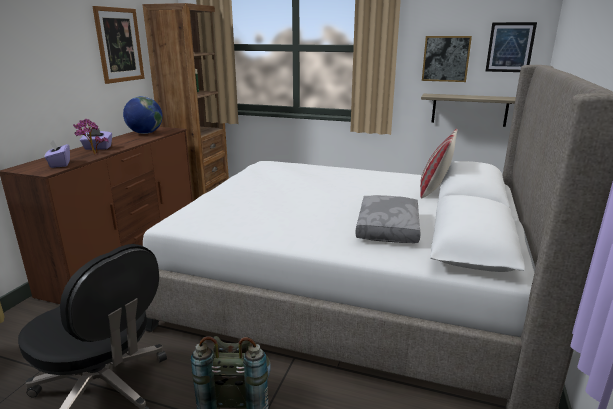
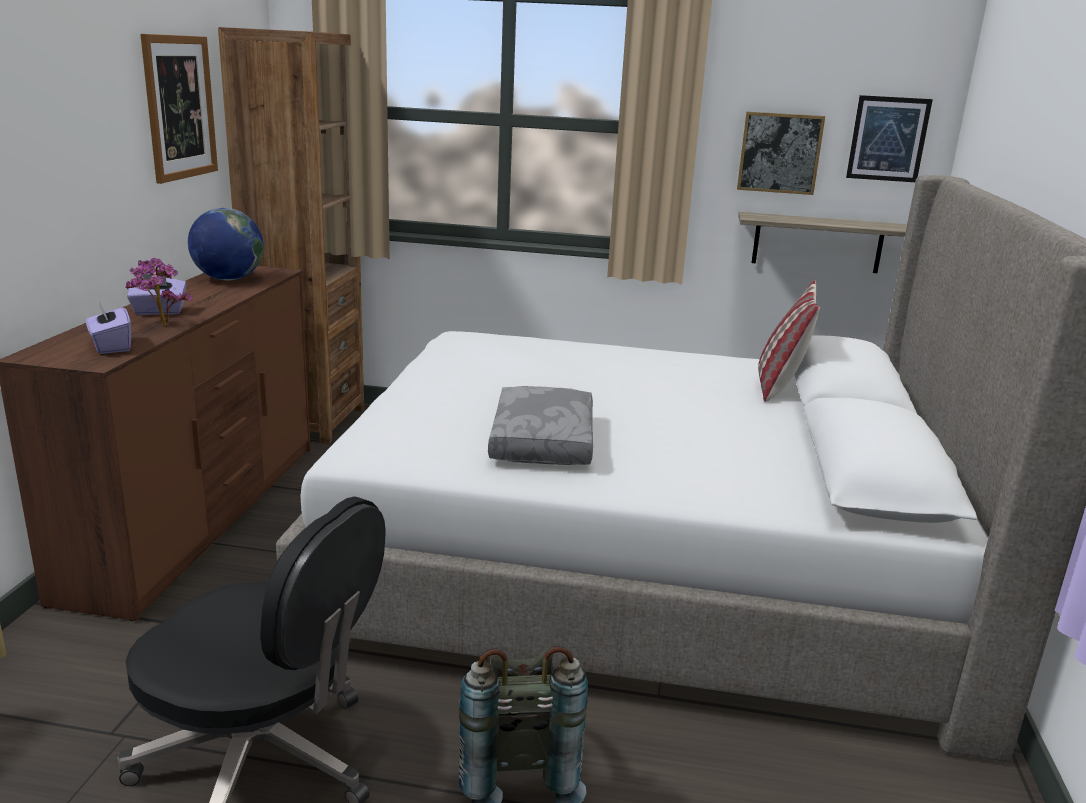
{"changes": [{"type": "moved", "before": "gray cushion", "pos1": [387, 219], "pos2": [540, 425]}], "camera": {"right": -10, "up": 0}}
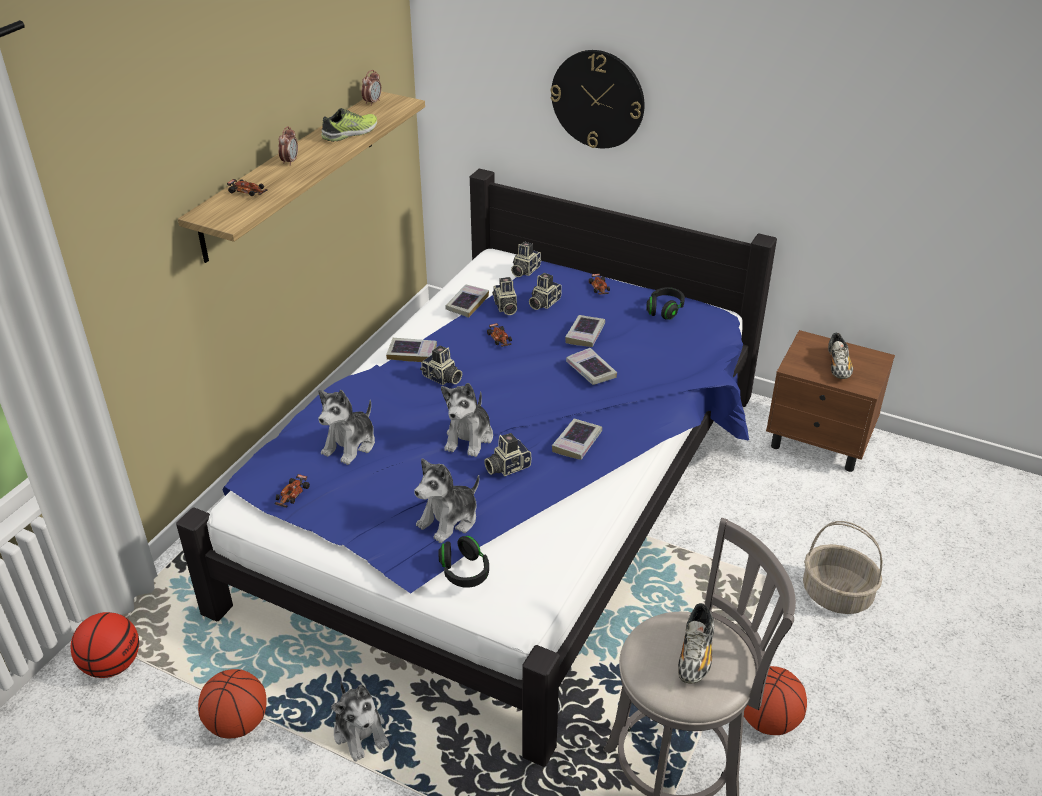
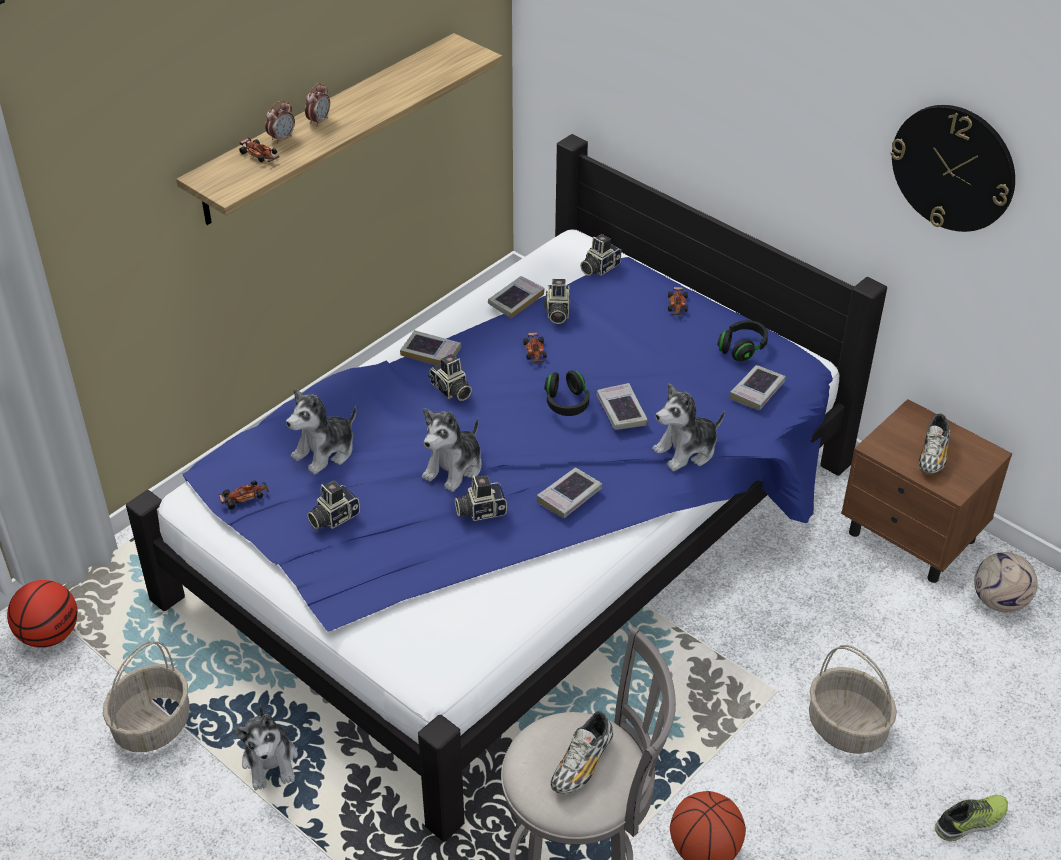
{"changes": [{"type": "added", "after": "football ball", "pos2": [1006, 582]}, {"type": "moved", "before": "item of footwear", "pos1": [349, 125], "pos2": [971, 818]}, {"type": "moved", "before": "alarm clock", "pos1": [371, 88], "pos2": [280, 122]}, {"type": "moved", "before": "soft toy", "pos1": [446, 500], "pos2": [688, 427]}, {"type": "moved", "before": "blackish headphones", "pos1": [464, 562], "pos2": [567, 393]}, {"type": "moved", "before": "still camera", "pos1": [545, 291], "pos2": [333, 505]}, {"type": "moved", "before": "clock on the wall", "pos1": [597, 99], "pos2": [953, 168]}, {"type": "moved", "before": "book", "pos1": [585, 331], "pos2": [758, 387]}, {"type": "replaced", "before": "basketball", "after": "household basket", "pos1": [232, 703], "pos2": [146, 696]}, {"type": "turned", "before": "model car", "pos1": [292, 491], "pos2": [244, 494], "turn": -150}], "camera": {"right": 15, "up": 5}}
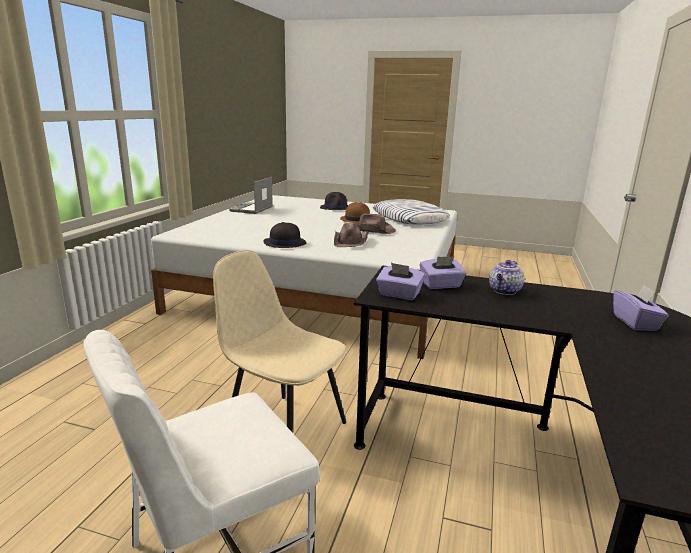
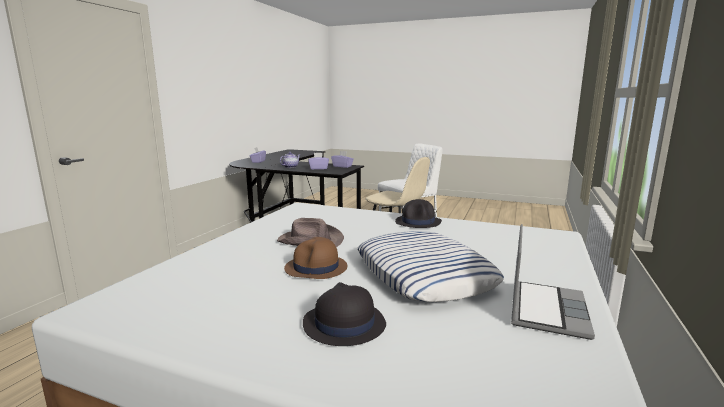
{"changes": [{"type": "removed", "before": "brown hat", "pos1": [351, 235]}, {"type": "moved", "before": "cushion", "pos1": [411, 212], "pos2": [431, 266]}], "camera": {"right": -175, "up": -5}}
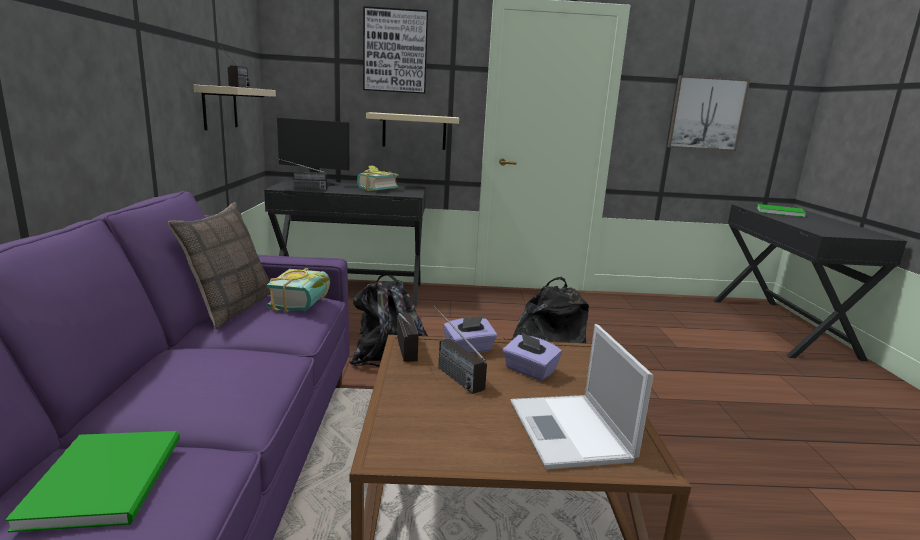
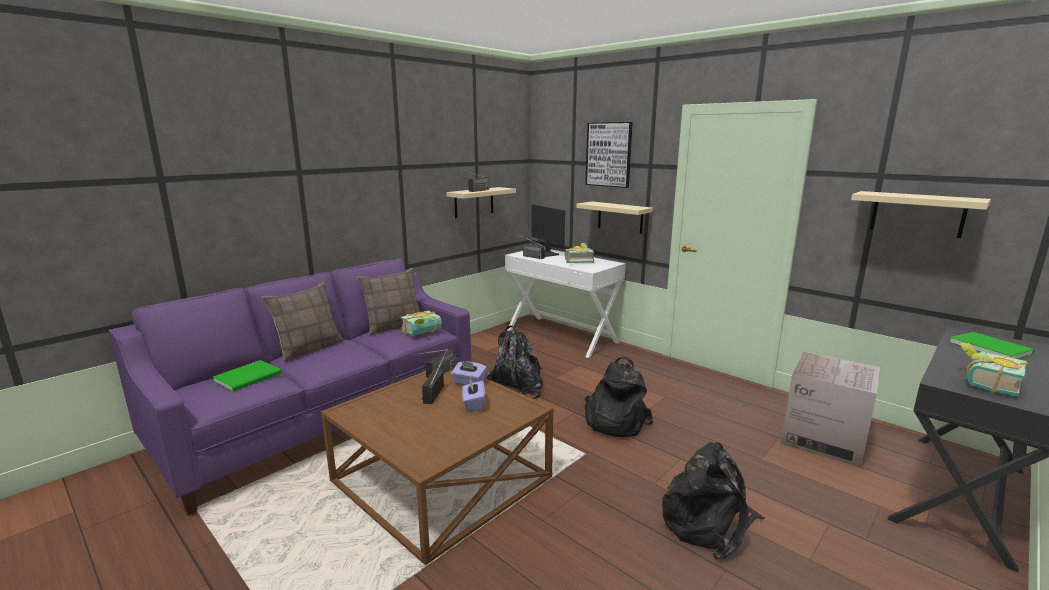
{"changes": [{"type": "removed", "before": "notebook computer", "pos1": [582, 396]}, {"type": "added", "after": "cushion", "pos2": [303, 322]}, {"type": "added", "after": "blackish rucksack", "pos2": [713, 501]}, {"type": "added", "after": "packing box", "pos2": [830, 409]}, {"type": "added", "after": "book", "pos2": [994, 369]}, {"type": "replaced", "before": "wall picture", "after": "beige-coloured shelf", "pos1": [708, 113], "pos2": [921, 214]}, {"type": "recoloured", "before": "blackish desk unit", "after": "white desk unit", "pos1": [345, 243], "pos2": [565, 304]}], "camera": {"right": 45, "up": 0}}
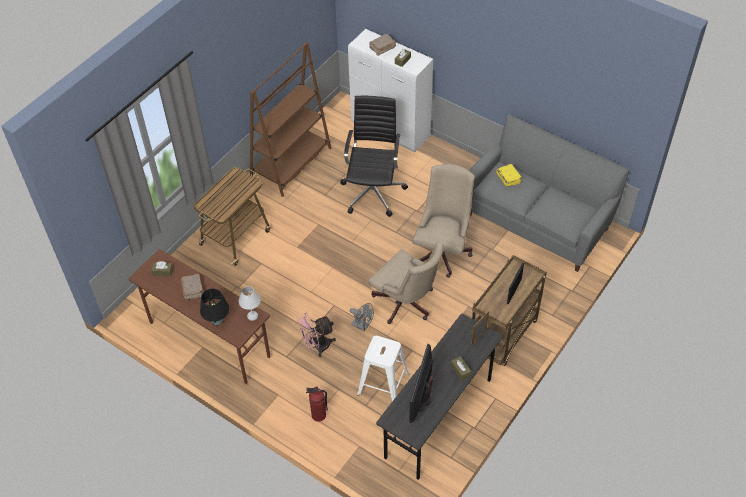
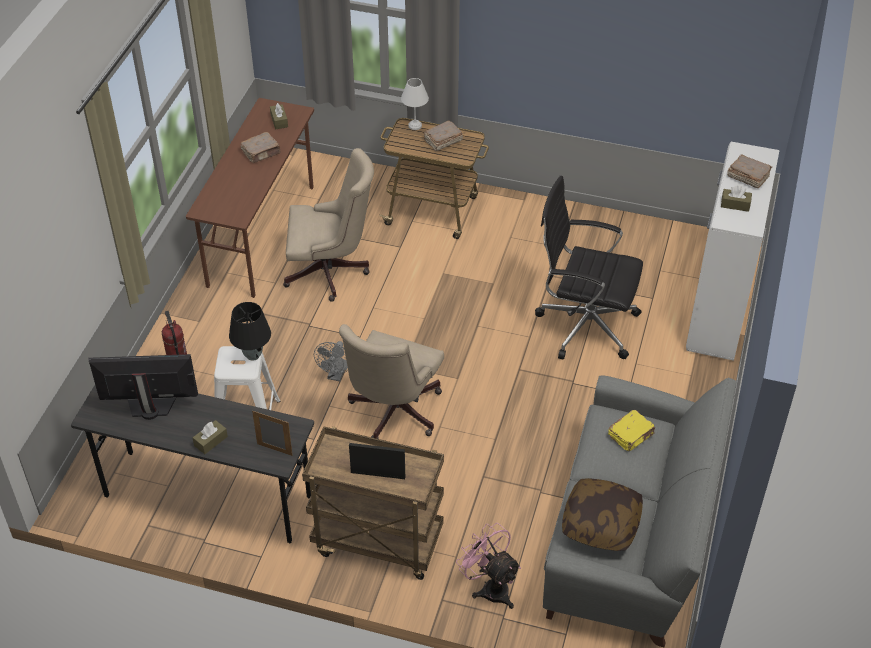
{"changes": [{"type": "removed", "before": "brown bookcase", "pos1": [290, 119]}, {"type": "added", "after": "brown book", "pos2": [443, 136]}, {"type": "added", "after": "cushion", "pos2": [602, 514]}, {"type": "moved", "before": "blackish table lamp", "pos1": [214, 307], "pos2": [250, 331]}, {"type": "moved", "before": "white table lamp", "pos1": [250, 303], "pos2": [415, 104]}, {"type": "moved", "before": "pink-coloured cooling fan", "pos1": [316, 334], "pos2": [488, 566]}, {"type": "moved", "before": "beige-coloured desk chair", "pos1": [444, 221], "pos2": [328, 225]}, {"type": "turned", "before": "blackish desk chair", "pos1": [374, 156], "pos2": [589, 268], "turn": -150}], "camera": {"right": 70, "up": -5}}
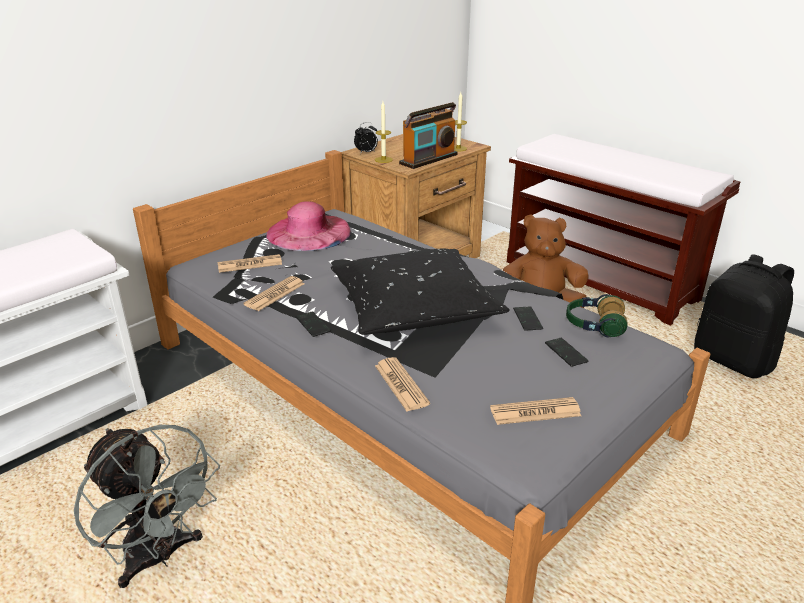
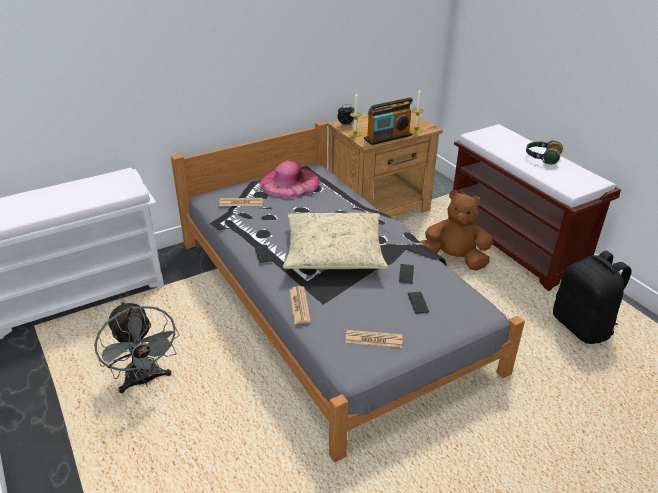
{"changes": [{"type": "removed", "before": "printed paper", "pos1": [273, 293]}, {"type": "moved", "before": "headphones", "pos1": [596, 316], "pos2": [544, 152]}, {"type": "recoloured", "before": "blackish cushion", "after": "beige-coloured cushion", "pos1": [420, 292], "pos2": [335, 241]}], "camera": {"right": 15, "up": 5}}
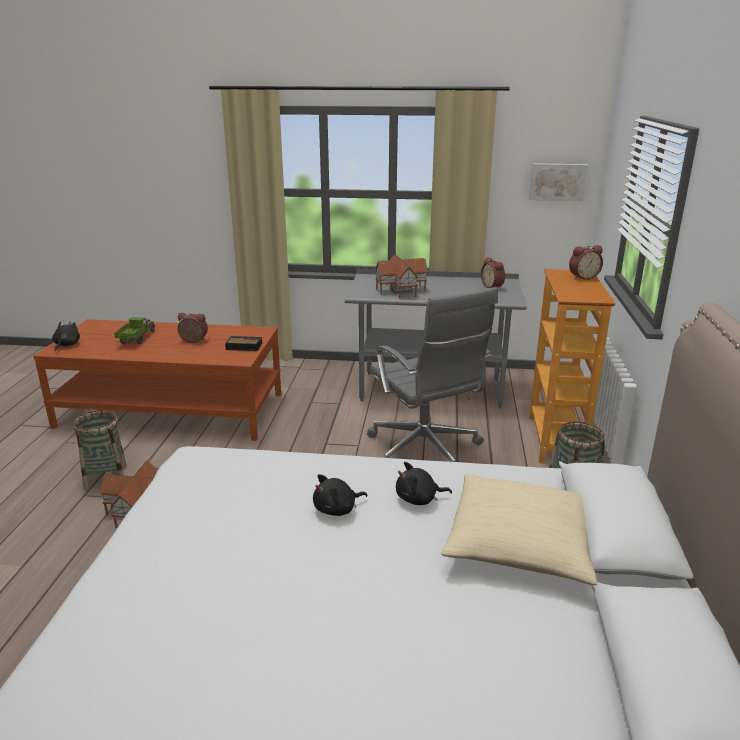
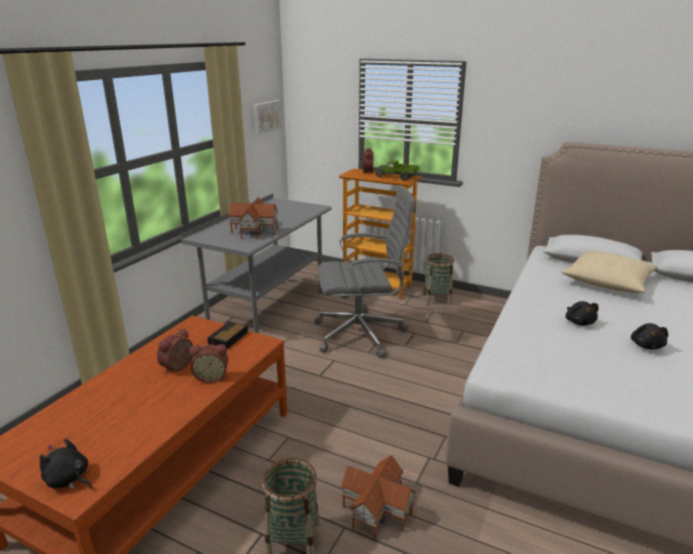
{"changes": [{"type": "moved", "before": "toy truck", "pos1": [134, 330], "pos2": [397, 170]}, {"type": "moved", "before": "blackish soft toy", "pos1": [424, 483], "pos2": [649, 336]}, {"type": "moved", "before": "alarm clock", "pos1": [493, 272], "pos2": [208, 363]}], "camera": {"right": -70, "up": 0}}
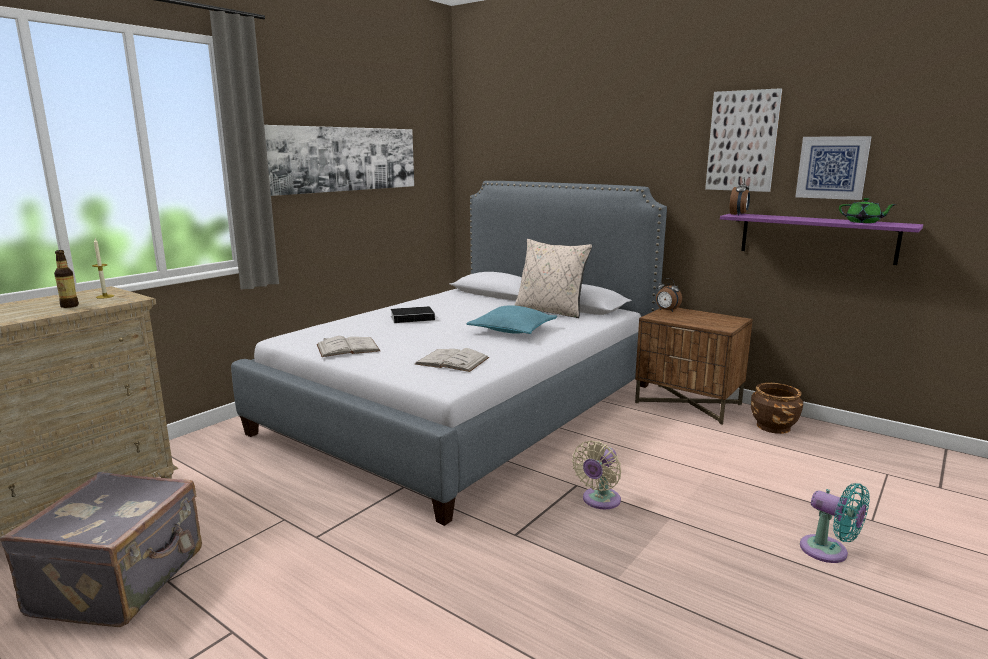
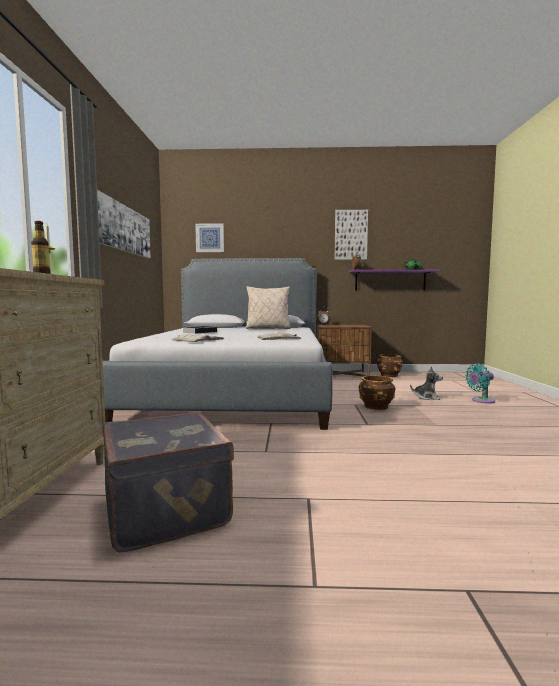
{"changes": [{"type": "removed", "before": "turquoise cushion", "pos1": [512, 319]}, {"type": "added", "after": "soft toy", "pos2": [426, 383]}, {"type": "moved", "before": "wall picture", "pos1": [833, 168], "pos2": [209, 238]}, {"type": "replaced", "before": "beige-coloured cooling fan", "after": "brown plant pot", "pos1": [596, 474], "pos2": [377, 393]}, {"type": "turned", "before": "turquoise cooling fan", "pos1": [835, 523], "pos2": [480, 383], "turn": 150}], "camera": {"right": -35, "up": -10}}
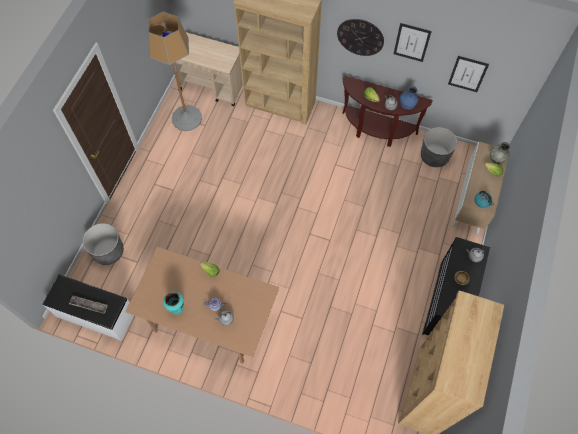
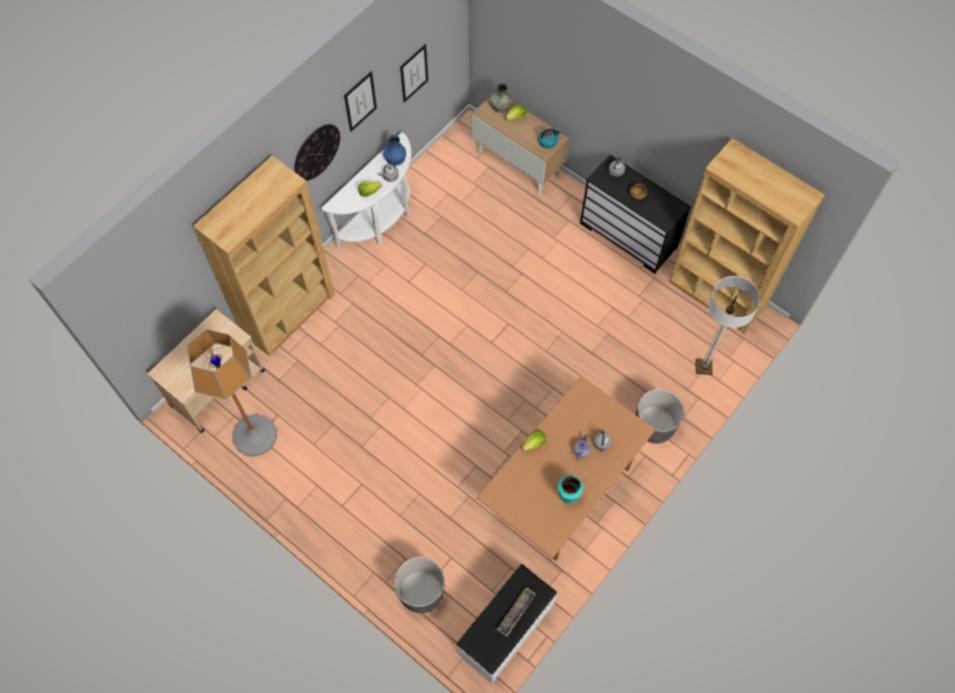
{"changes": [{"type": "added", "after": "standing lamp", "pos2": [728, 325]}, {"type": "moved", "before": "gray plant pot", "pos1": [439, 147], "pos2": [660, 416]}, {"type": "recoloured", "before": "brown hall table", "after": "white hall table", "pos1": [387, 111], "pos2": [366, 190]}], "camera": {"right": -70, "up": 0}}
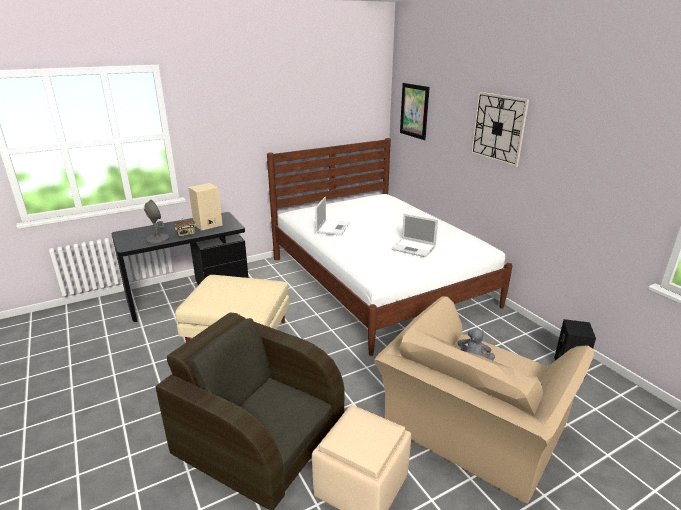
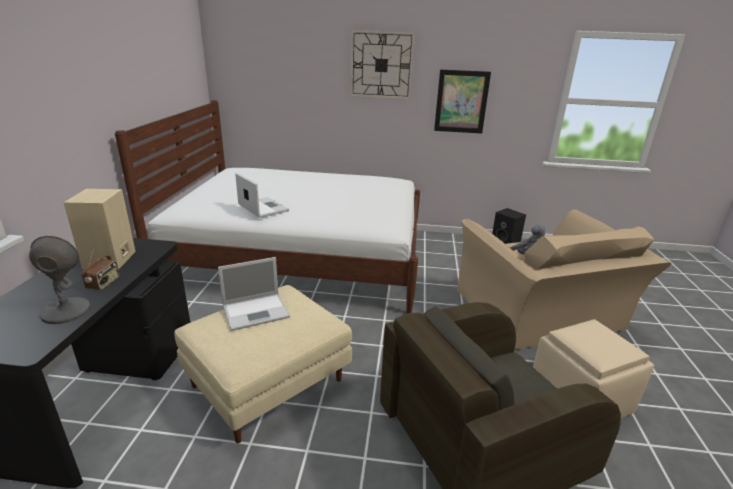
{"changes": [{"type": "moved", "before": "notebook computer", "pos1": [414, 235], "pos2": [254, 294]}, {"type": "moved", "before": "wall picture", "pos1": [415, 111], "pos2": [462, 101]}], "camera": {"right": -55, "up": 0}}
